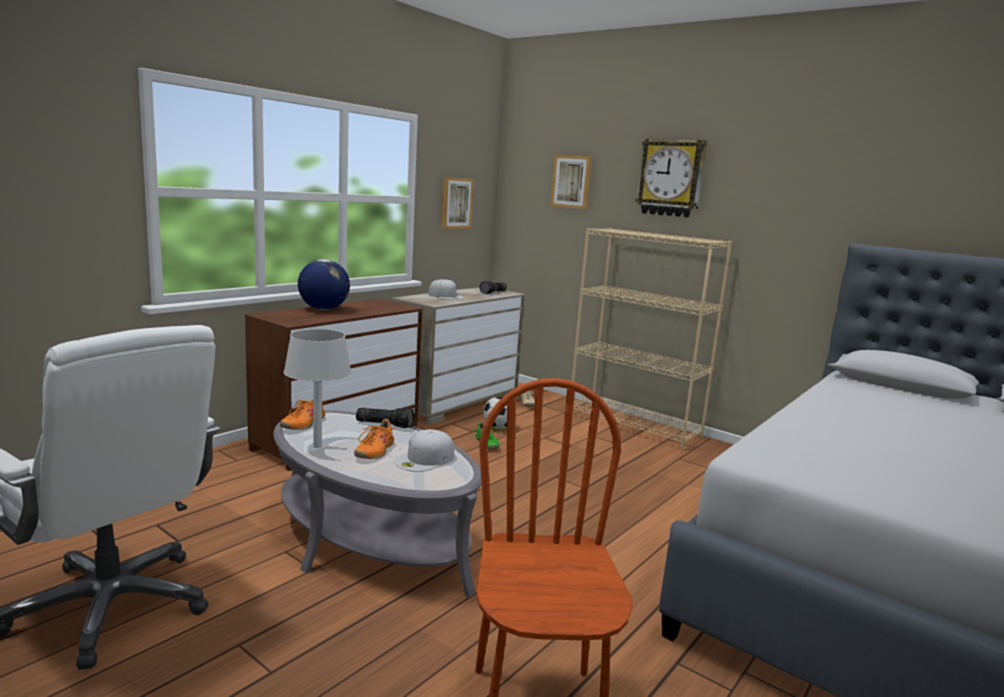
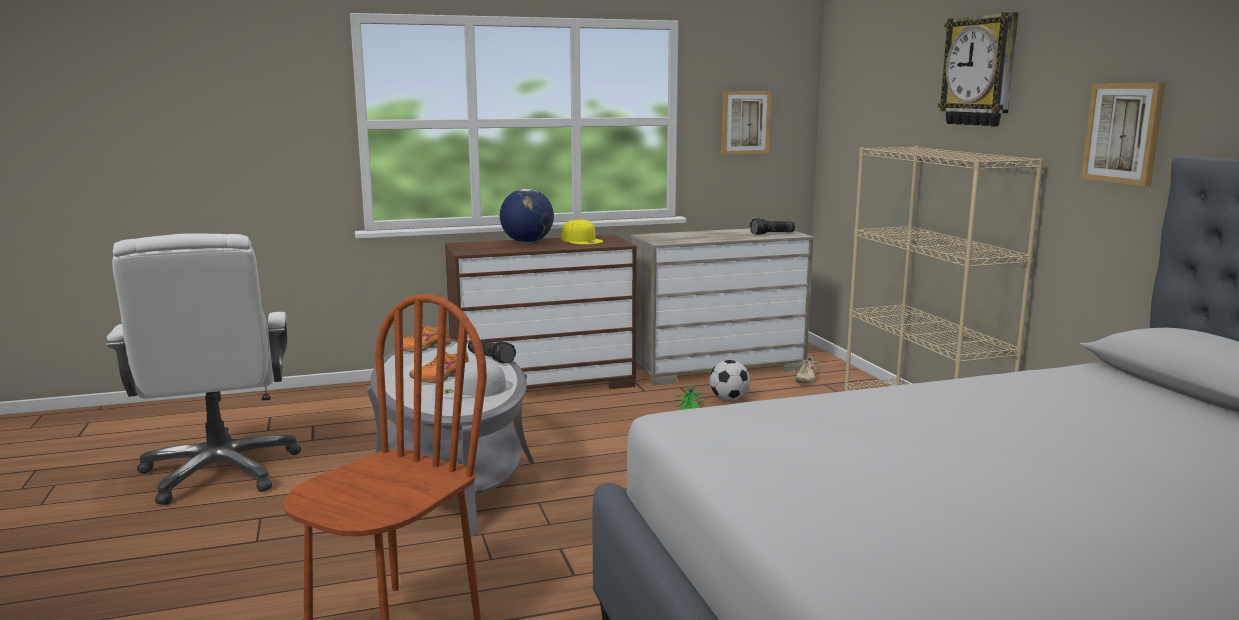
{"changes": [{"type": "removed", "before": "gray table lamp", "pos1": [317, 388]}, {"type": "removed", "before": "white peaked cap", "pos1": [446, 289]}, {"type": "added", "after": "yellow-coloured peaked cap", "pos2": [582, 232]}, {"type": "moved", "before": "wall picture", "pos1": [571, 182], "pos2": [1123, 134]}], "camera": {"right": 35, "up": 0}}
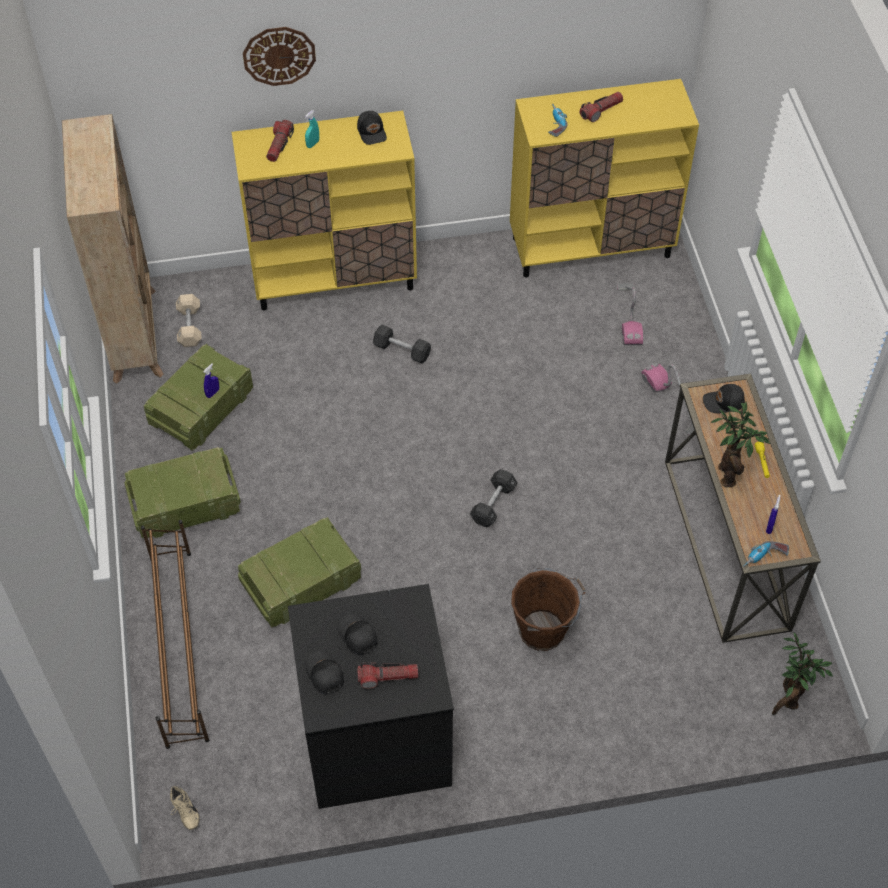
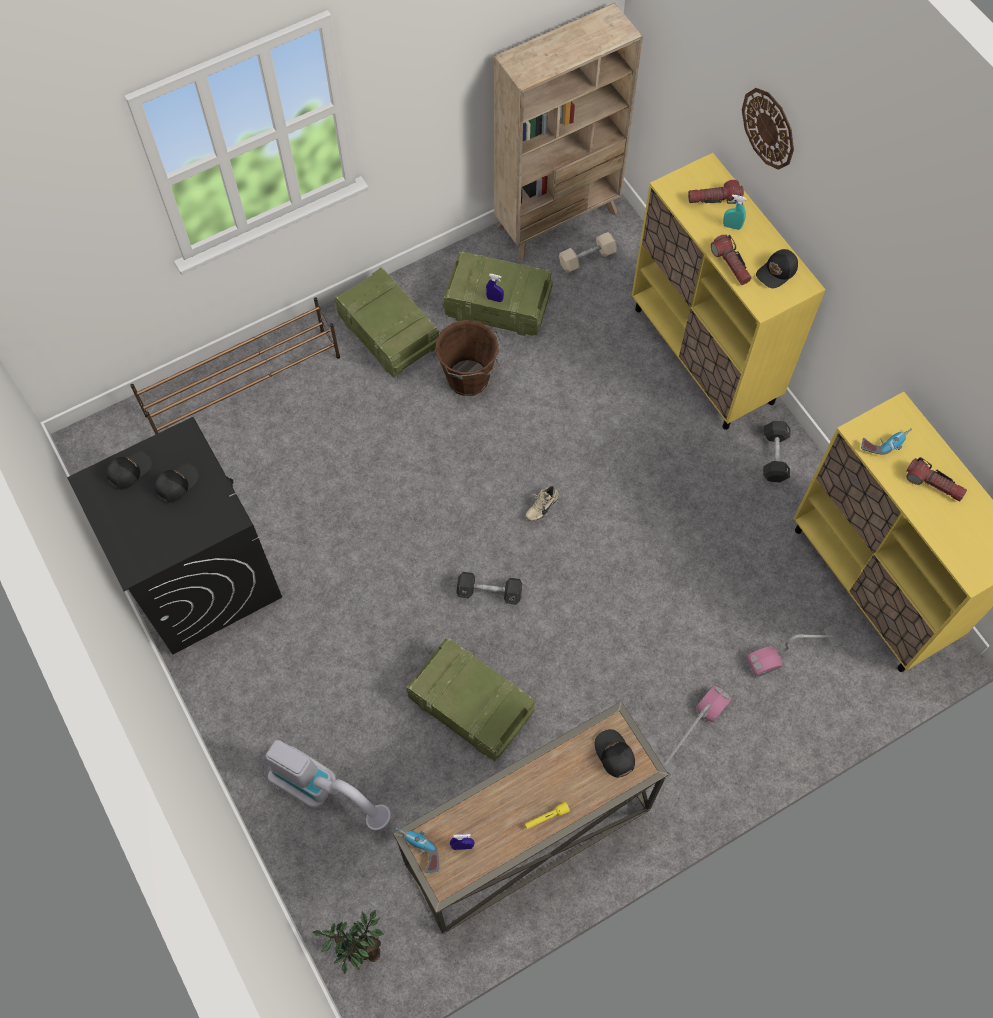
{"changes": [{"type": "removed", "before": "houseplant", "pos1": [740, 444]}, {"type": "added", "after": "hoover", "pos2": [328, 785]}, {"type": "moved", "before": "beige-coloured item of footwear", "pos1": [185, 808], "pos2": [542, 503]}, {"type": "moved", "before": "packing crate", "pos1": [299, 572], "pos2": [470, 699]}, {"type": "moved", "before": "hand torch", "pos1": [387, 675], "pos2": [731, 260]}, {"type": "moved", "before": "blackish dumbbell", "pos1": [402, 344], "pos2": [776, 452]}, {"type": "moved", "before": "brown bucket", "pos1": [548, 609], "pos2": [467, 358]}], "camera": {"right": 70, "up": 10}}
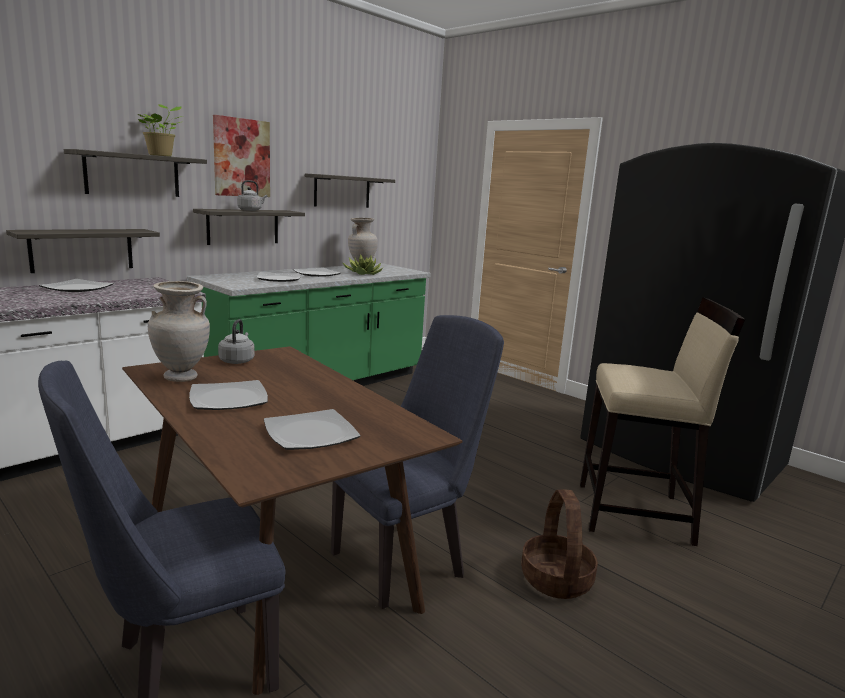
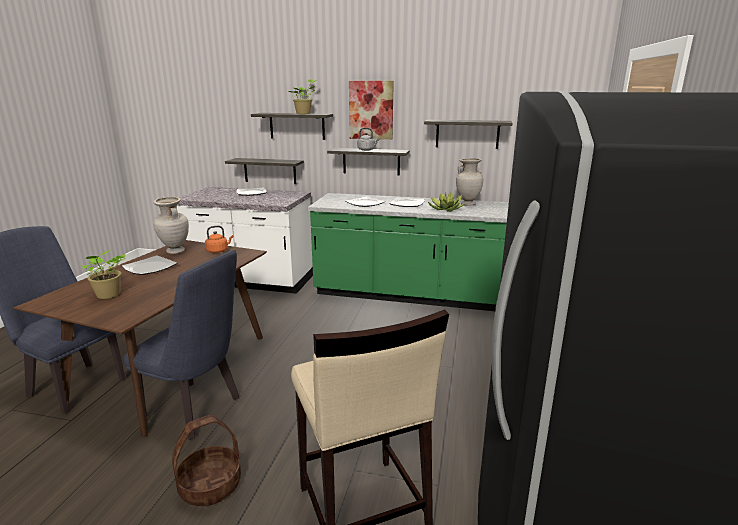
{"changes": [{"type": "replaced", "before": "dinner plate", "after": "houseplant", "pos1": [312, 429], "pos2": [102, 274]}, {"type": "recoloured", "before": "gray water kettle", "after": "orange water kettle", "pos1": [236, 341], "pos2": [219, 239]}], "camera": {"right": 60, "up": 5}}
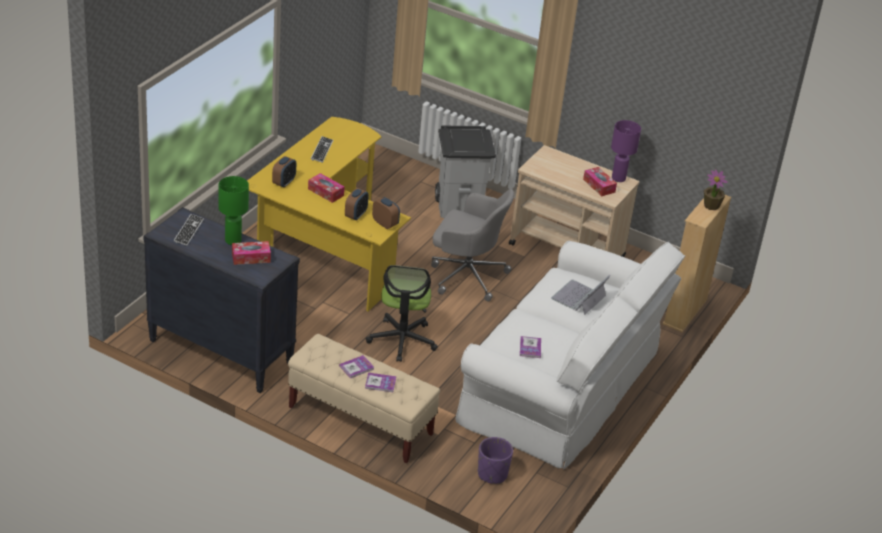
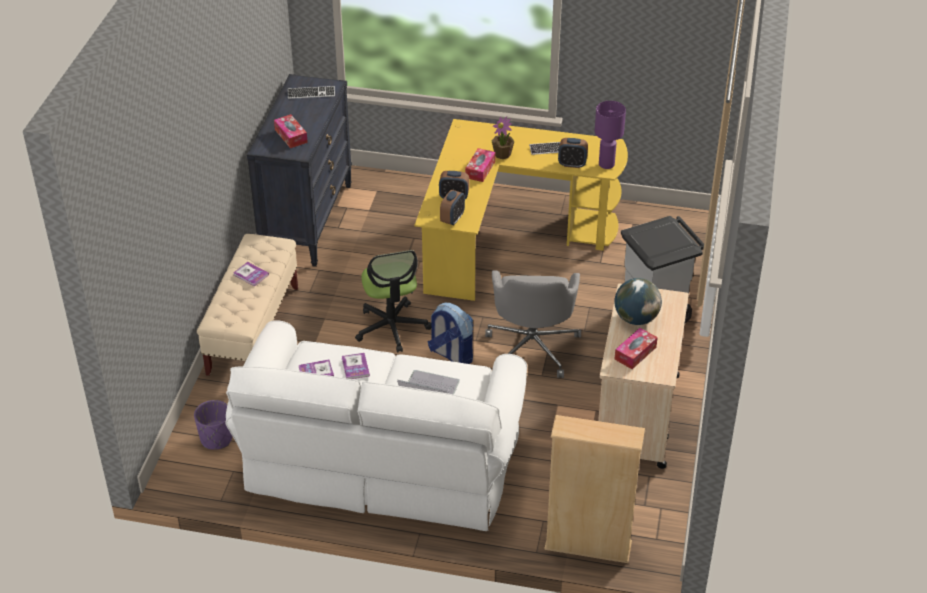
{"changes": [{"type": "removed", "before": "greenish table lamp", "pos1": [233, 210]}, {"type": "added", "after": "rucksack", "pos2": [450, 333]}, {"type": "added", "after": "globe", "pos2": [638, 301]}, {"type": "moved", "before": "alarm clock", "pos1": [284, 172], "pos2": [573, 153]}, {"type": "moved", "before": "book", "pos1": [380, 382], "pos2": [356, 366]}, {"type": "moved", "before": "purple-coloured table lamp", "pos1": [626, 151], "pos2": [610, 135]}, {"type": "moved", "before": "houseplant", "pos1": [716, 189], "pos2": [503, 137]}, {"type": "turned", "before": "desk chair", "pos1": [402, 313], "pos2": [393, 301], "turn": -90}], "camera": {"right": 75, "up": 5}}
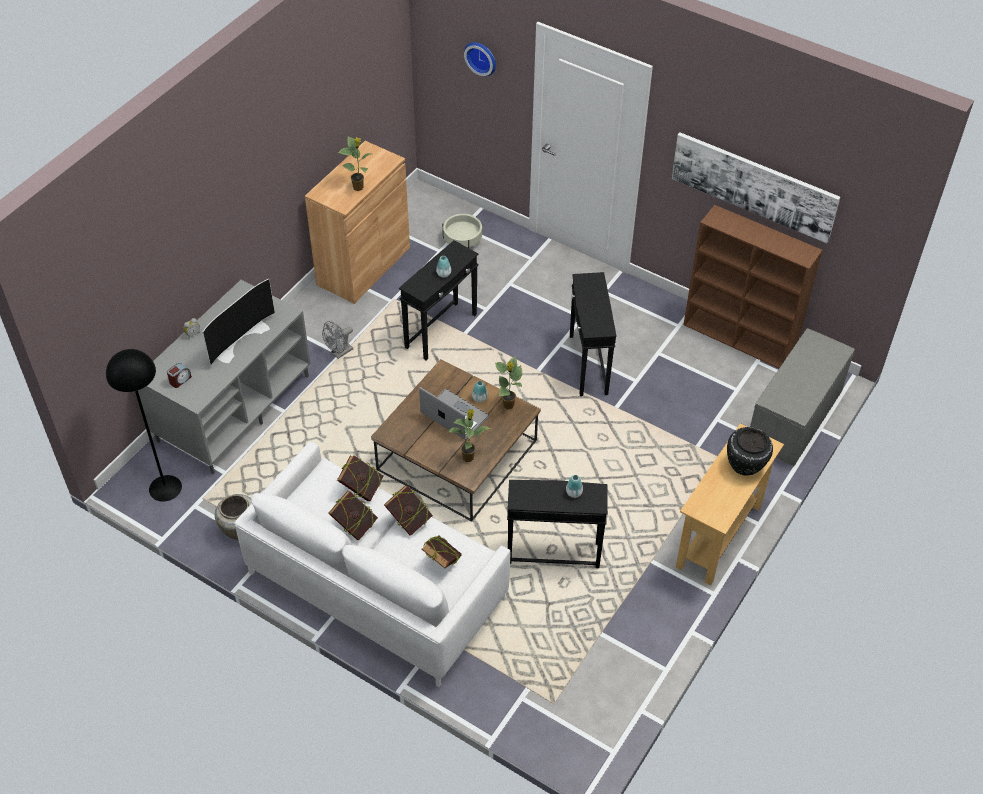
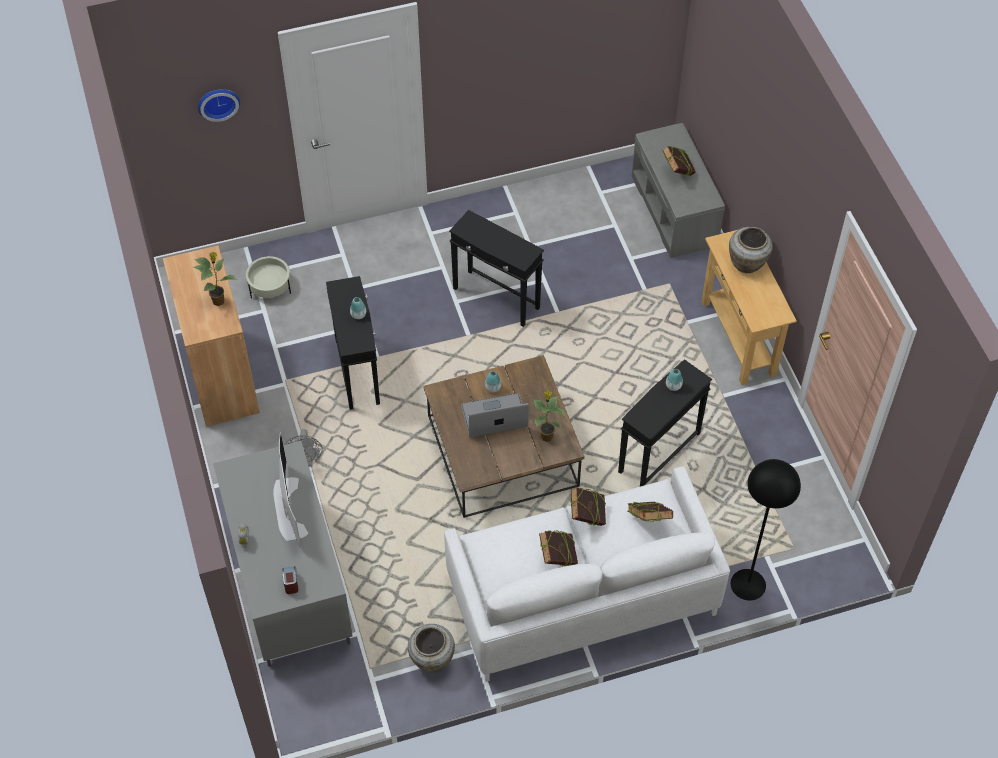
{"changes": [{"type": "removed", "before": "houseplant", "pos1": [509, 382]}, {"type": "removed", "before": "wall picture", "pos1": [756, 187]}, {"type": "removed", "before": "brown bookcase", "pos1": [753, 286]}, {"type": "moved", "before": "blackish standing lamp", "pos1": [144, 425], "pos2": [766, 530]}, {"type": "moved", "before": "book", "pos1": [360, 478], "pos2": [679, 161]}, {"type": "recoloured", "before": "blackish decorative vase", "after": "beige-coloured decorative vase", "pos1": [750, 451], "pos2": [751, 250]}], "camera": {"right": -50, "up": 5}}
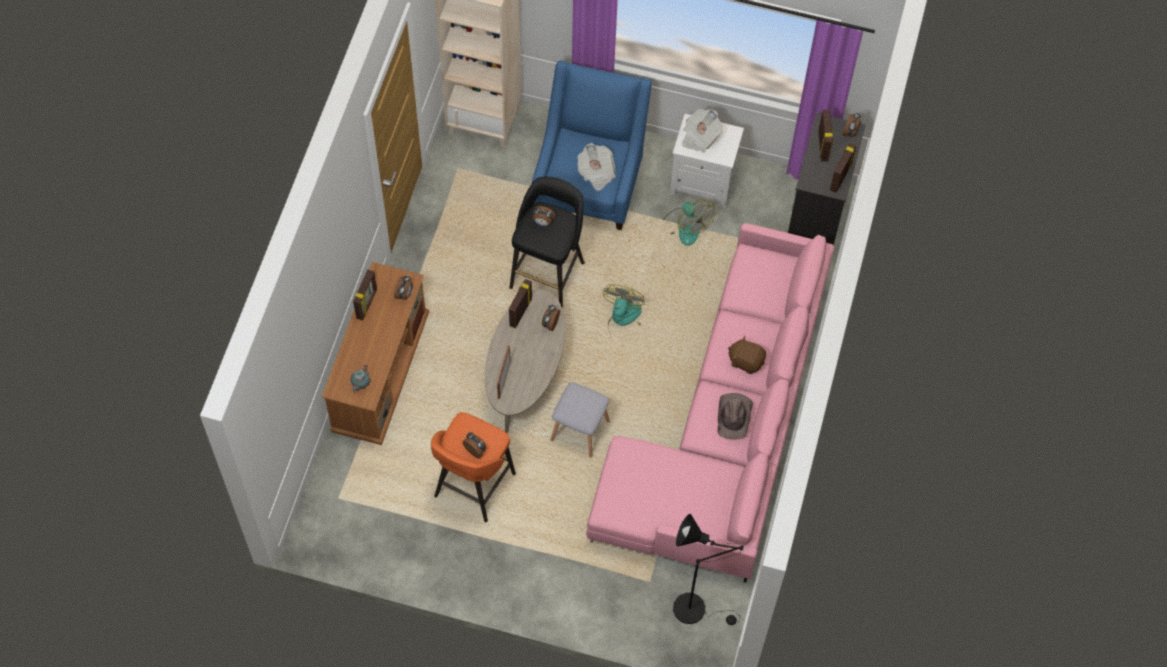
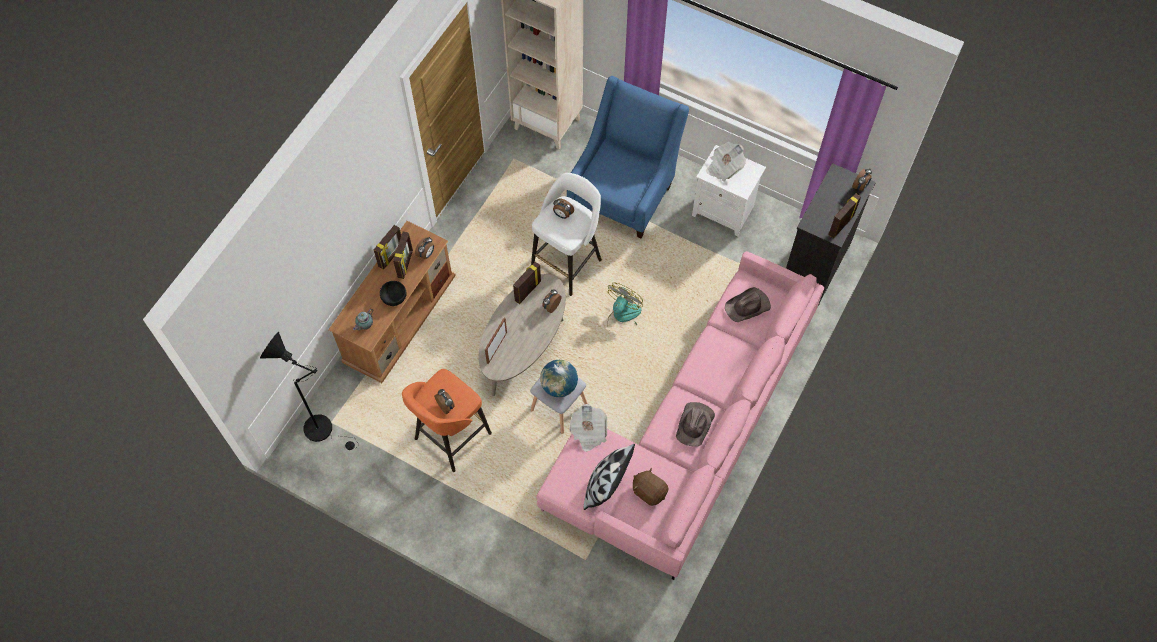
{"changes": [{"type": "removed", "before": "cooling fan", "pos1": [689, 222]}, {"type": "added", "after": "blackish bowl", "pos2": [393, 293]}, {"type": "added", "after": "globe", "pos2": [559, 378]}, {"type": "added", "after": "cushion", "pos2": [609, 477]}, {"type": "added", "after": "brown hat", "pos2": [748, 304]}, {"type": "moved", "before": "printed paper", "pos1": [597, 167], "pos2": [588, 428]}, {"type": "moved", "before": "blackish standing lamp", "pos1": [708, 569], "pos2": [309, 391]}, {"type": "moved", "before": "brown soft toy", "pos1": [747, 355], "pos2": [650, 487]}, {"type": "moved", "before": "picture frame", "pos1": [825, 136], "pos2": [403, 255]}, {"type": "recoloured", "before": "blackish stool seat", "after": "white stool seat", "pos1": [547, 242], "pos2": [566, 234]}], "camera": {"right": 15, "up": 0}}
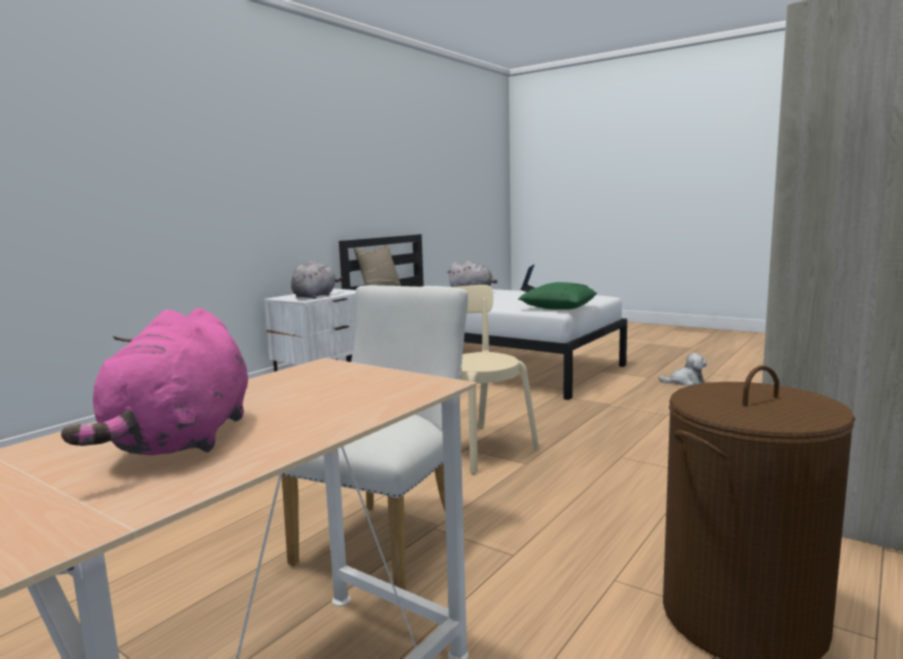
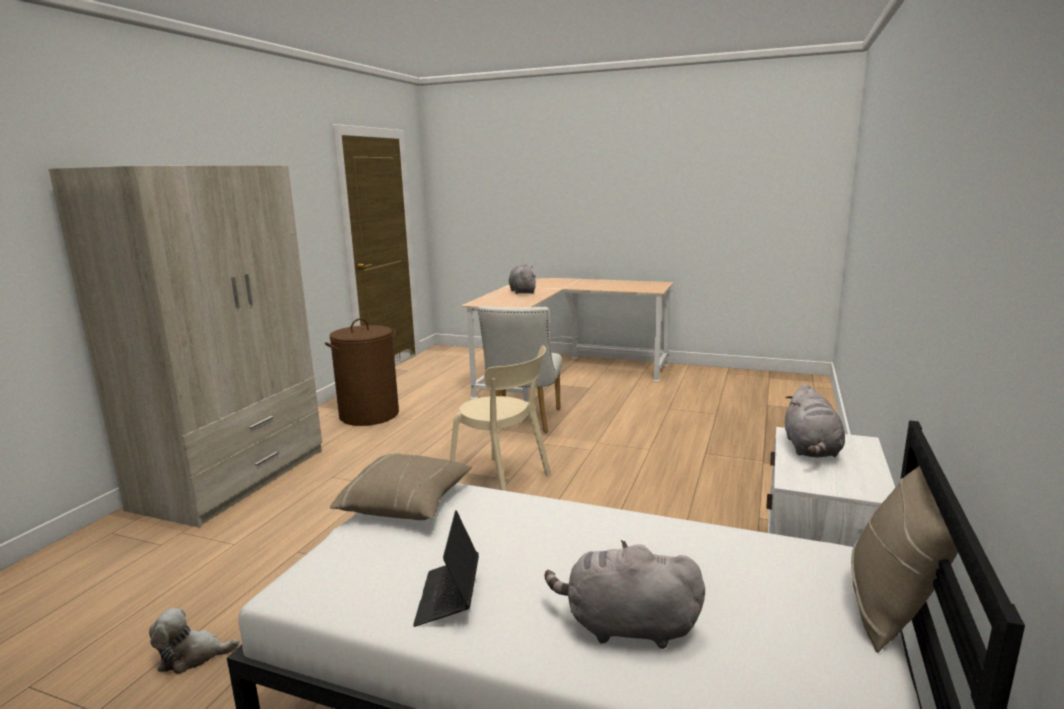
{"changes": [{"type": "recoloured", "before": "pink-coloured soft toy", "after": "gray soft toy", "pos1": [154, 381], "pos2": [522, 278]}, {"type": "recoloured", "before": "greenish cushion", "after": "beige-coloured cushion", "pos1": [557, 296], "pos2": [401, 486]}], "camera": {"right": 165, "up": 5}}
